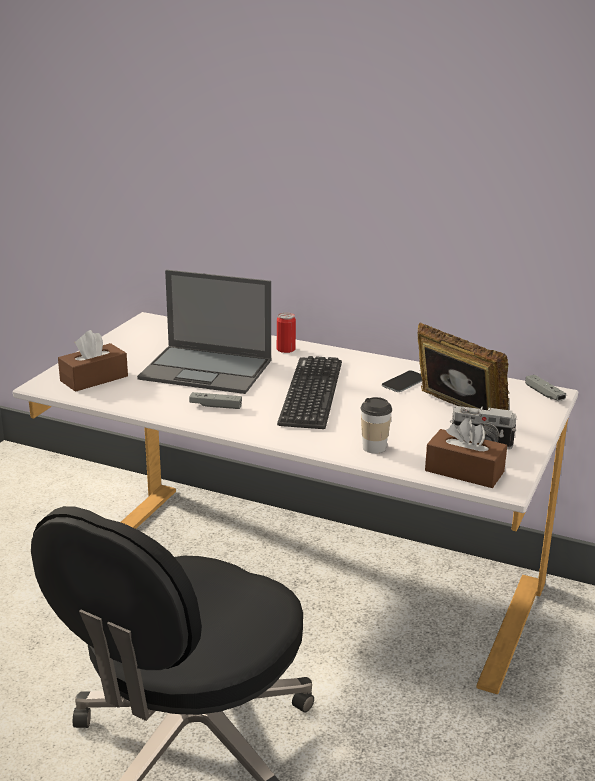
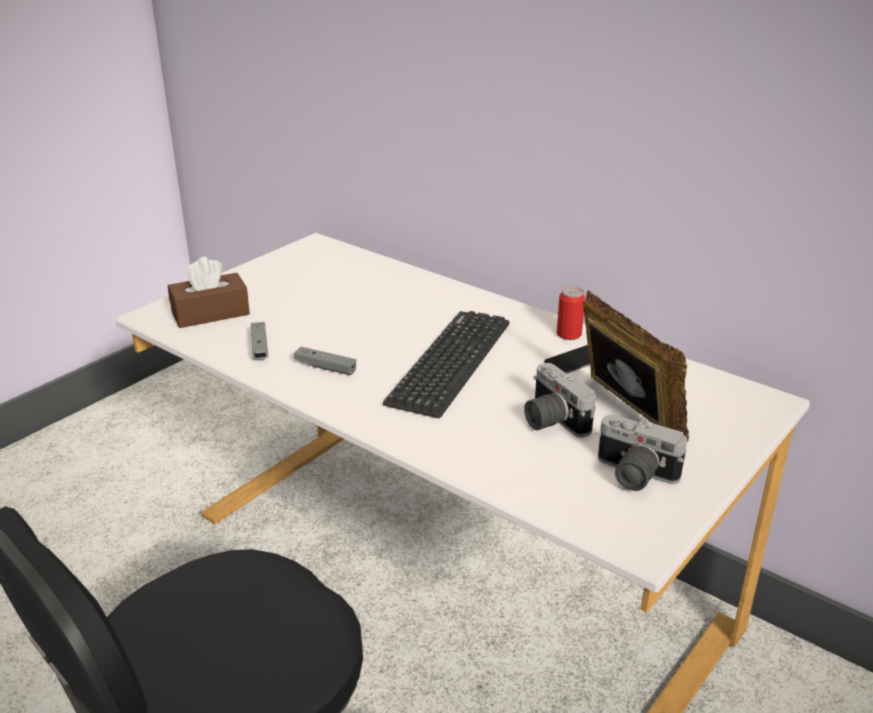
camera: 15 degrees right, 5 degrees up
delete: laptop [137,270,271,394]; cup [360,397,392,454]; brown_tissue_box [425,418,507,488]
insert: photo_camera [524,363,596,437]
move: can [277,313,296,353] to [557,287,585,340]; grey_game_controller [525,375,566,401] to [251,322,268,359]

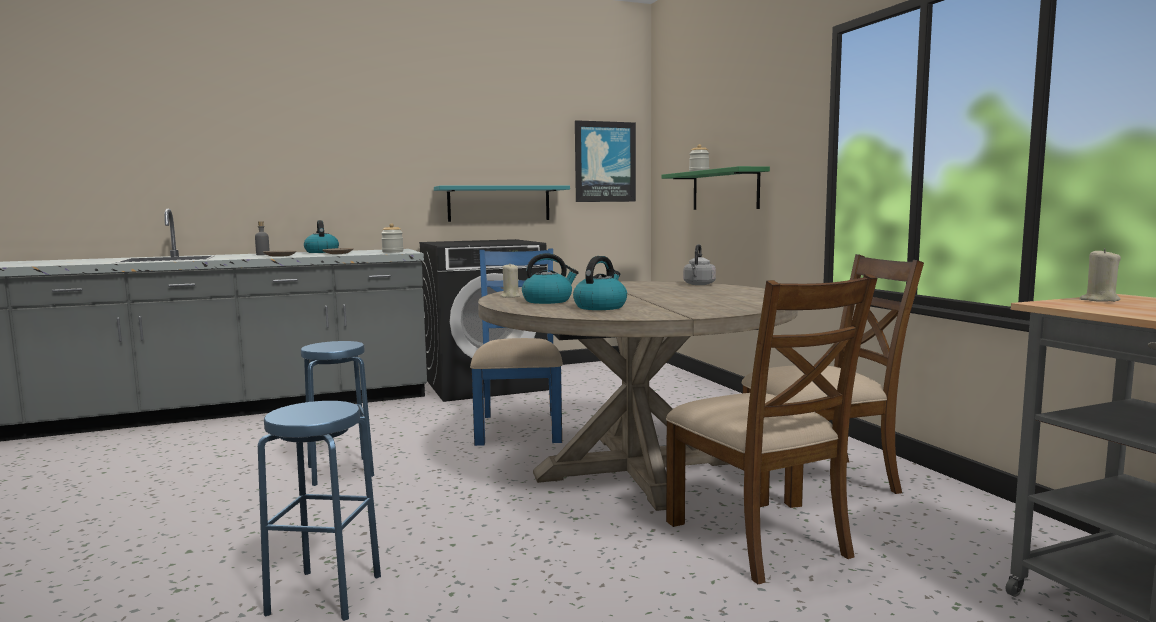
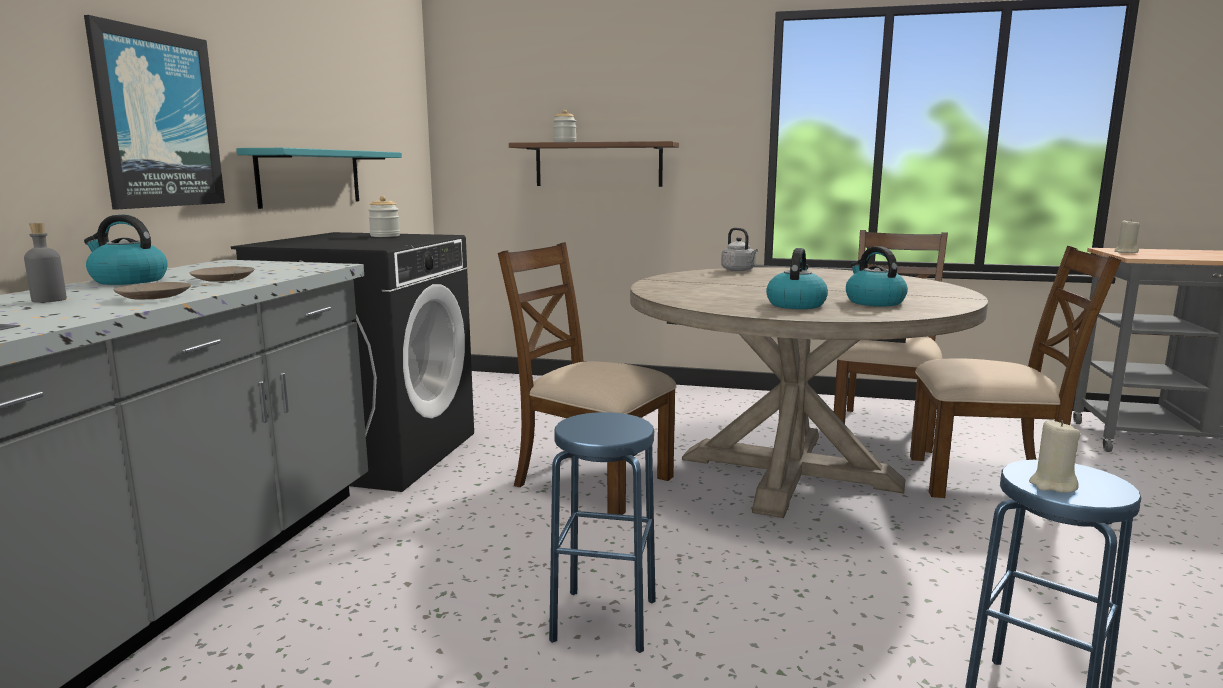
camera: 55 degrees left, 5 degrees up
move: jar [381,223,404,253] to [368,196,400,237]; beige_candle [501,264,520,298] to [1029,420,1081,493]; picture [575,120,636,202] to [84,15,225,209]
recolor: blue_chair [470,249,563,446] to brown_chair [498,242,677,515]; green_shelf [661,166,770,210] to brown_shelf [509,141,679,187]

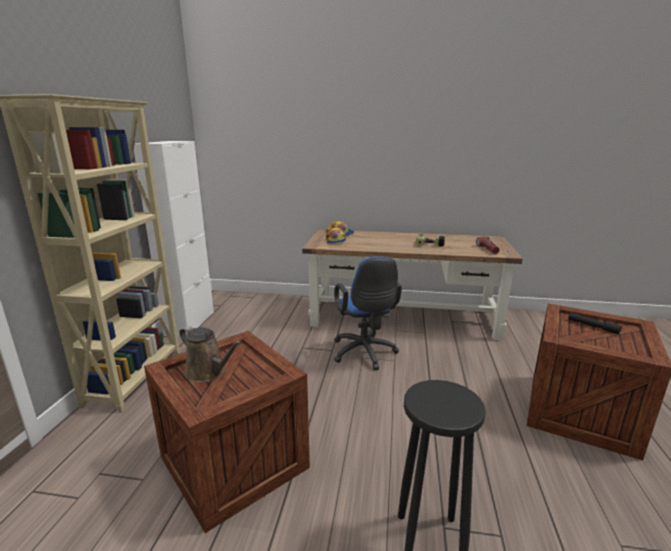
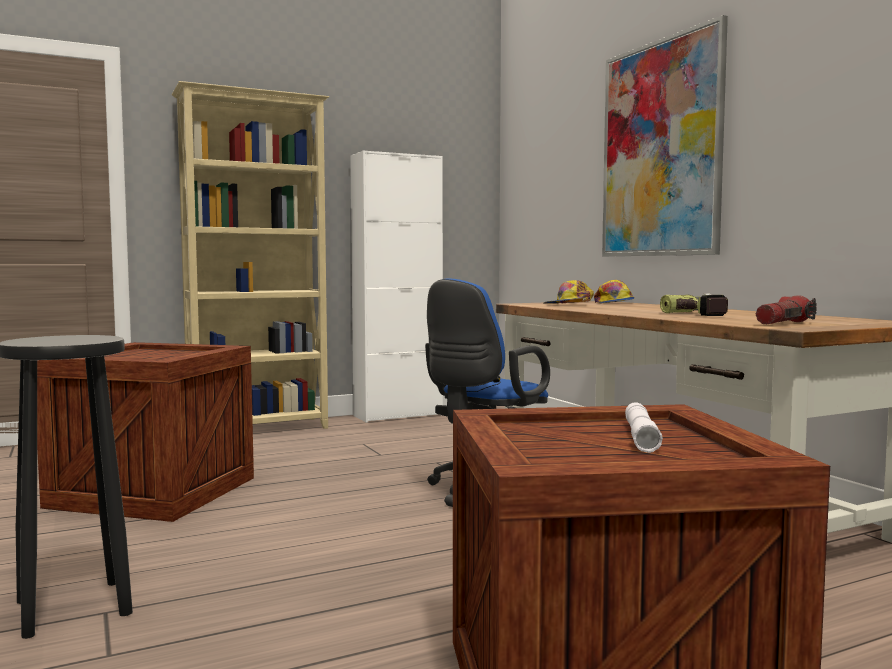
camera: 55 degrees right, 15 degrees down
delete: brown_watering_can [179,326,242,382]
insert: picture [602,15,728,257]
recolor: black_flashlight [568,313,622,335] to white_flashlight [625,402,663,453]

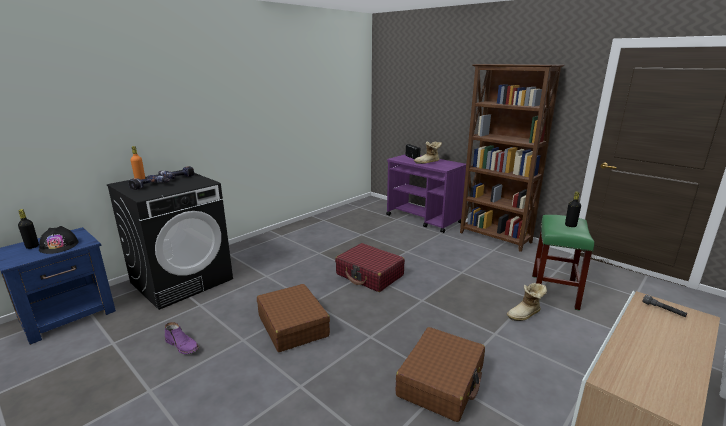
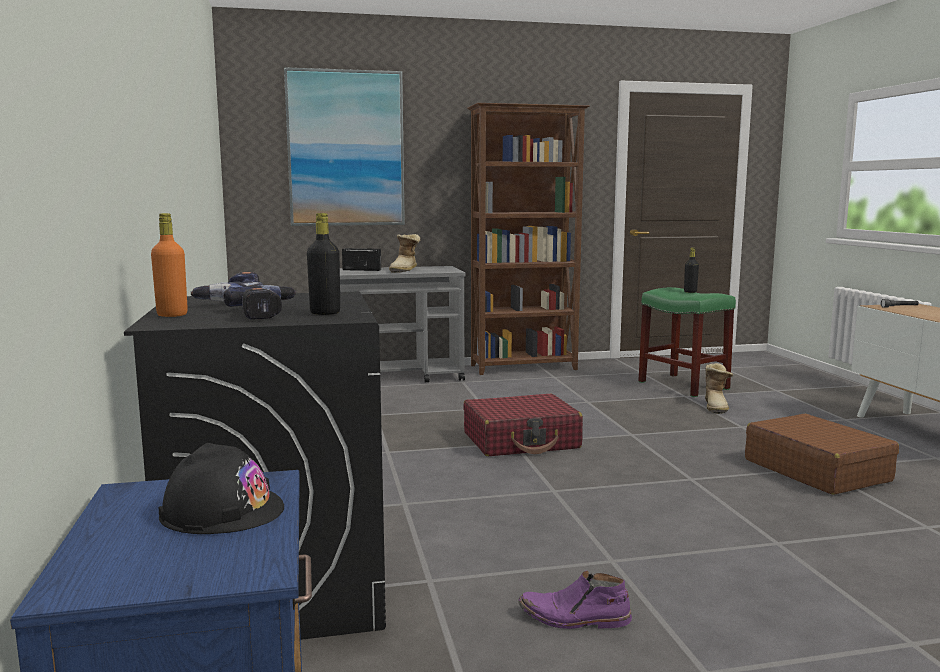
camera: 55 degrees left, 10 degrees down
delete: brown_suitcase [257,284,330,352]
insert: picture [284,67,405,226]
move: black_bottle [18,209,39,249] to [307,213,340,315]
recolor: purple_cart [386,154,466,233] to grey_cart [340,266,465,383]
rotate: purple_boot [165,322,199,354] = [518,571,632,629] 150 degrees counterclockwise

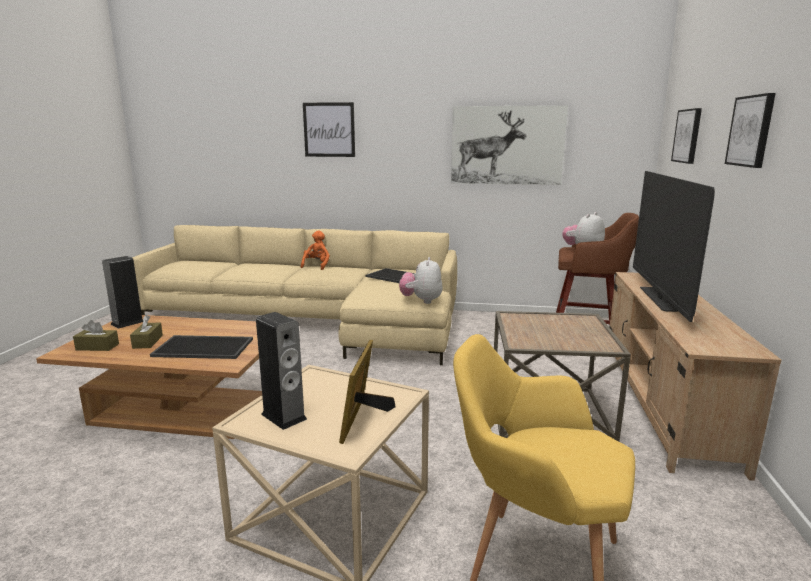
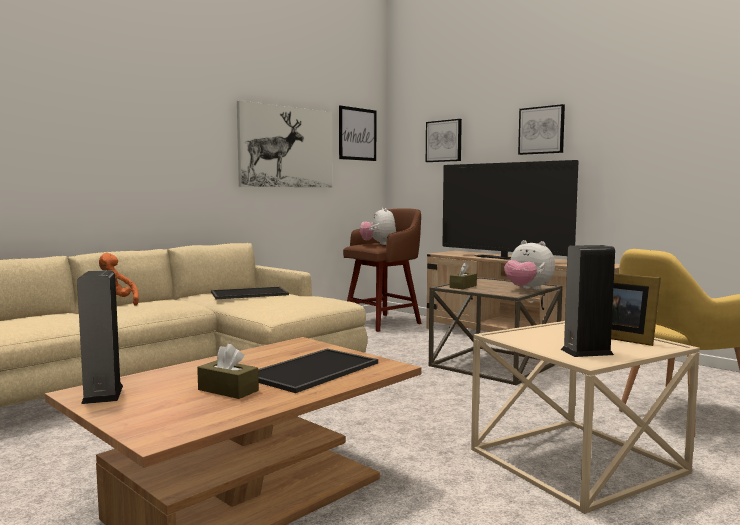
camera: 55 degrees left, 10 degrees down
move: brown_tissue_box [73,320,119,351] to [450,263,477,289]; picture [303,102,355,157] to [339,106,376,161]; plush_toy [399,257,443,304] to [504,240,555,290]

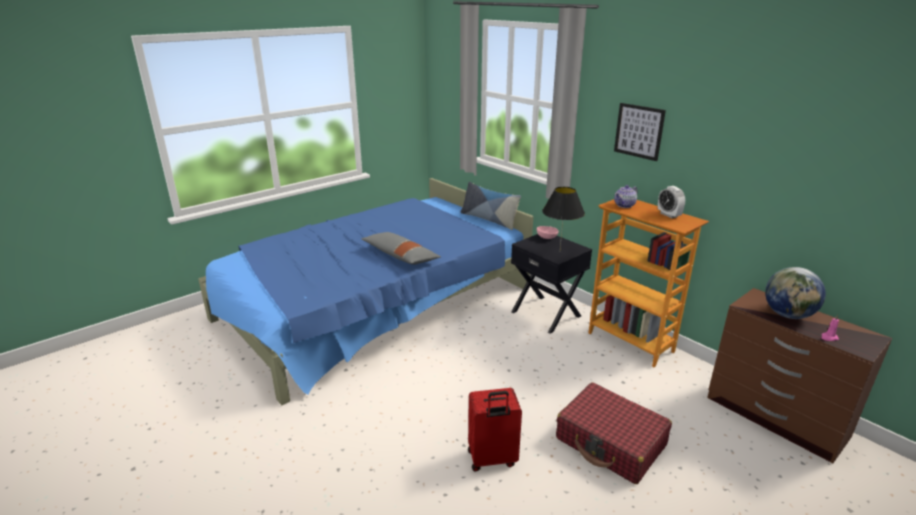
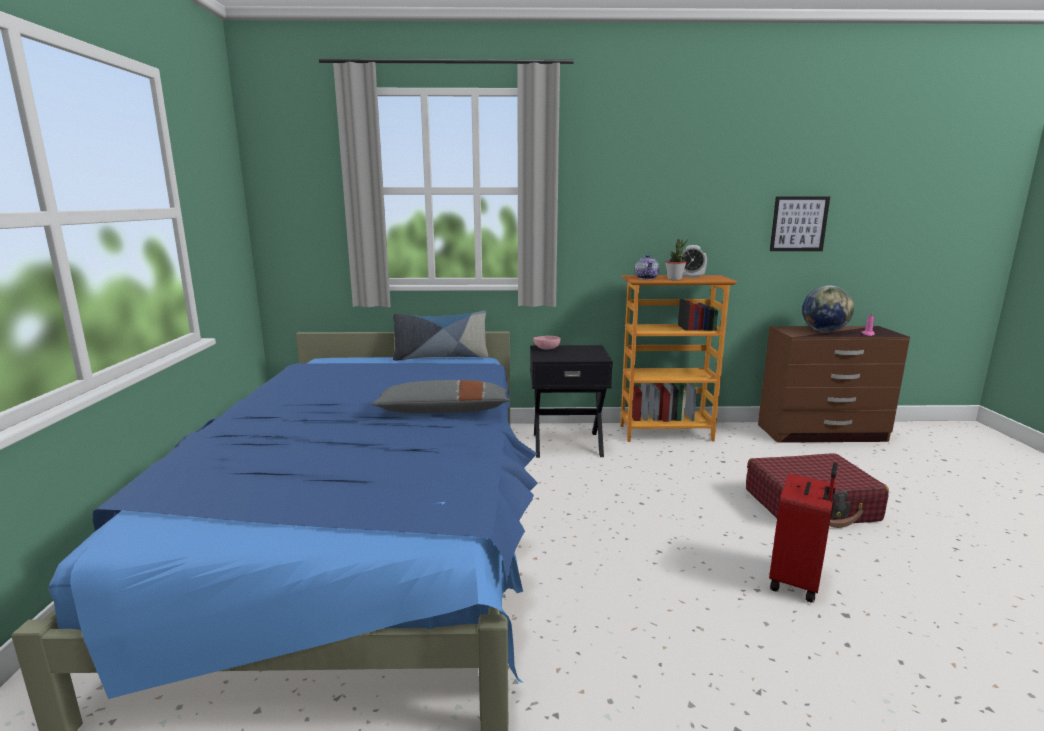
camera: 50 degrees left, 10 degrees down
delete: black_table_lamp [542,187,585,248]
insert: potted_plant [665,239,688,280]
move: picture [614,103,666,161] to [770,196,830,251]

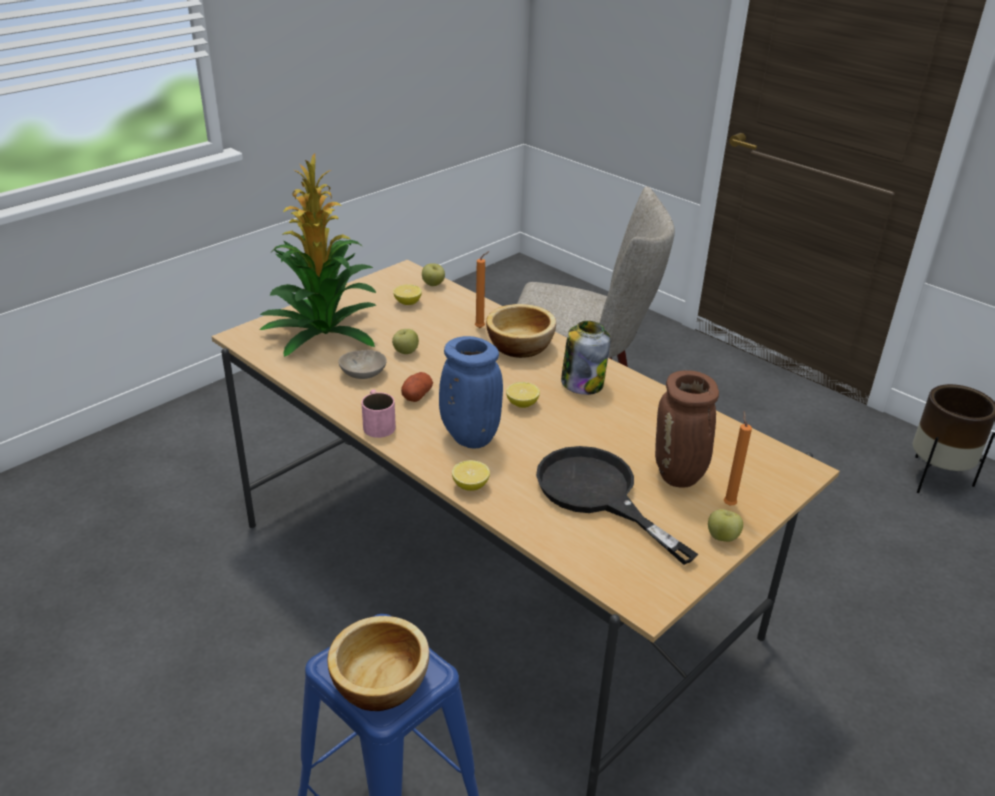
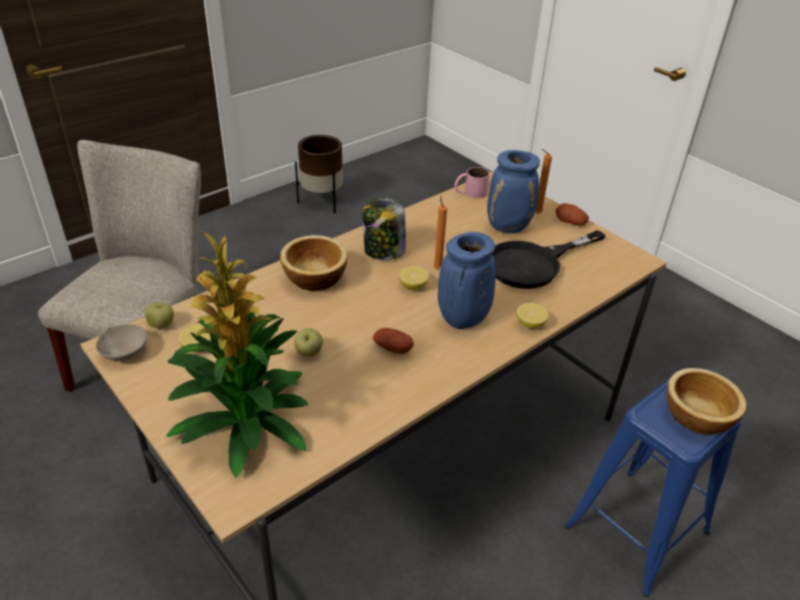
camera: 85 degrees left, 5 degrees up
move: beige_bowl [338,350,387,379] to [96,324,147,361]; pink_mug [361,390,396,438] to [454,167,490,198]; orange_candle [475,251,490,328] to [433,196,447,269]
replace: apple [708,509,743,542] to potato [556,203,589,226]
recolor: brown_vase [655,370,719,488] to blue_vase [487,150,540,233]

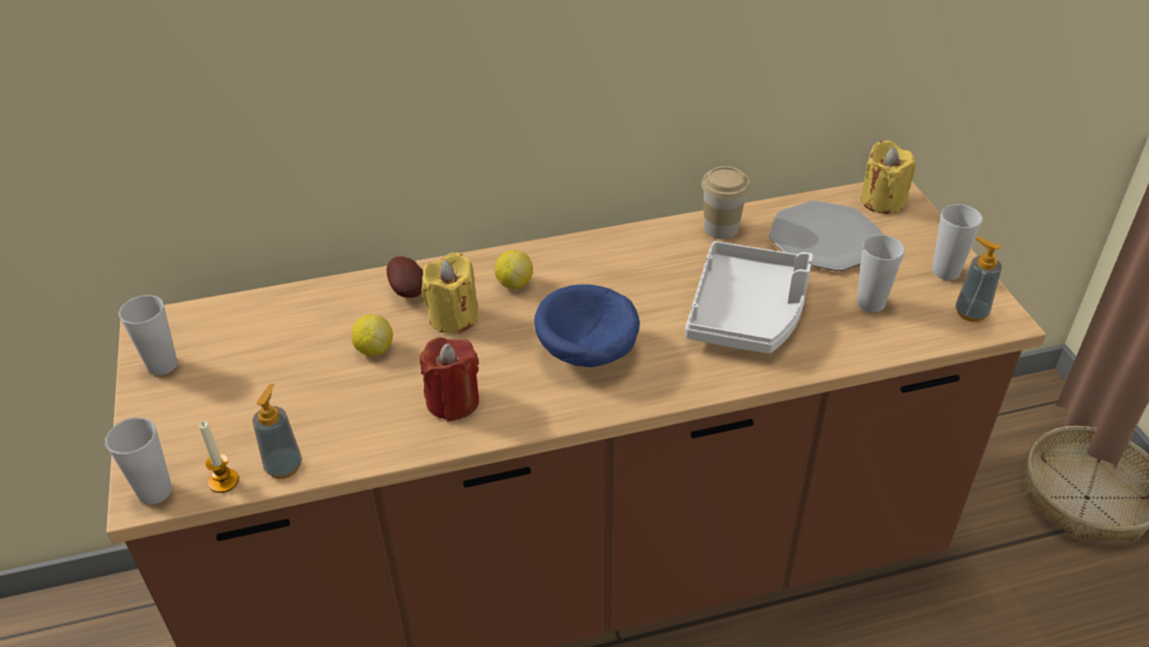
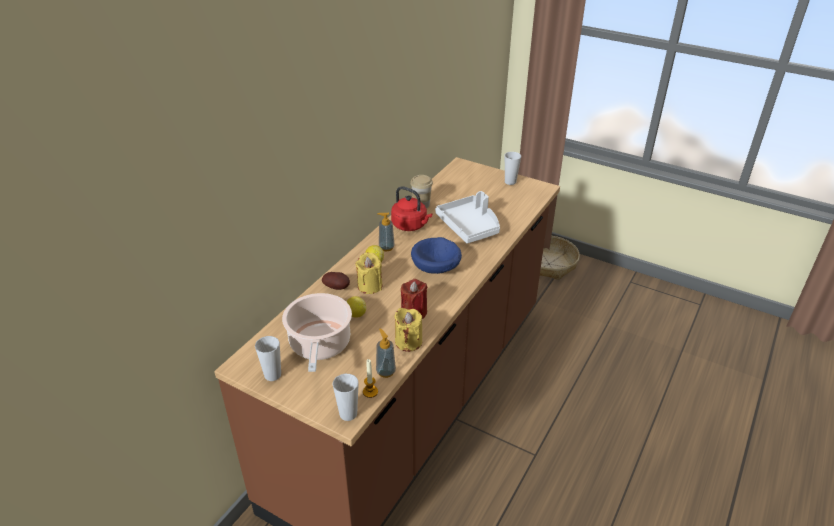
camera: 45 degrees left, 5 degrees down
delete: plate [769,201,882,271]; cup [857,234,905,312]
insert: cooking_pot [282,293,352,372]; red_kettle [391,186,432,231]
move: yellow_candle [861,140,916,214] to [394,308,422,352]; soap_dispenser [956,237,1002,322] to [377,213,395,251]

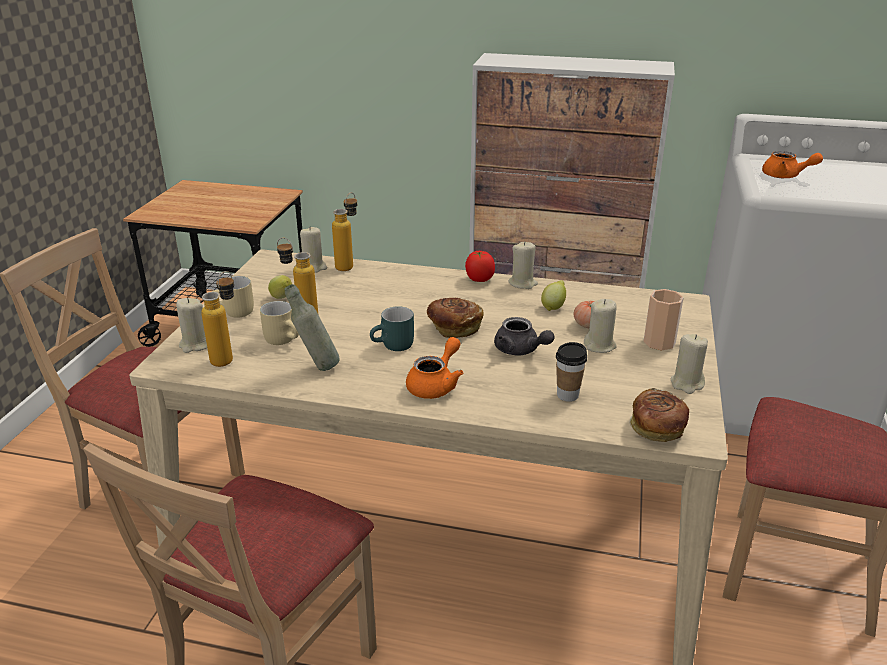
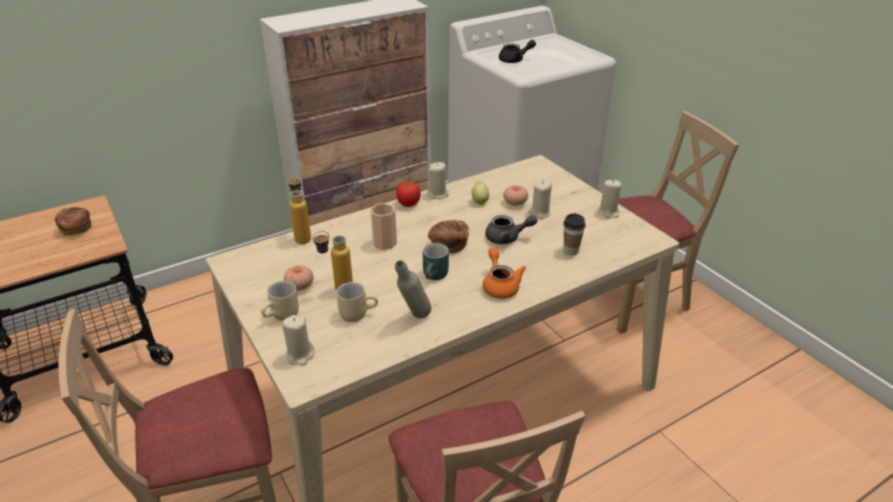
camera: 45 degrees left, 5 degrees up
delete: bottle [201,271,234,367]; beige_candle [300,227,327,273]
move: bread [629,388,689,442] to [55,207,92,236]; cup [644,289,684,350] to [370,203,397,250]
replace: lemon [268,275,292,299] to tomato [284,265,313,291]
recolor: orange_teapot [762,151,823,178] to black_teapot [499,40,536,63]

